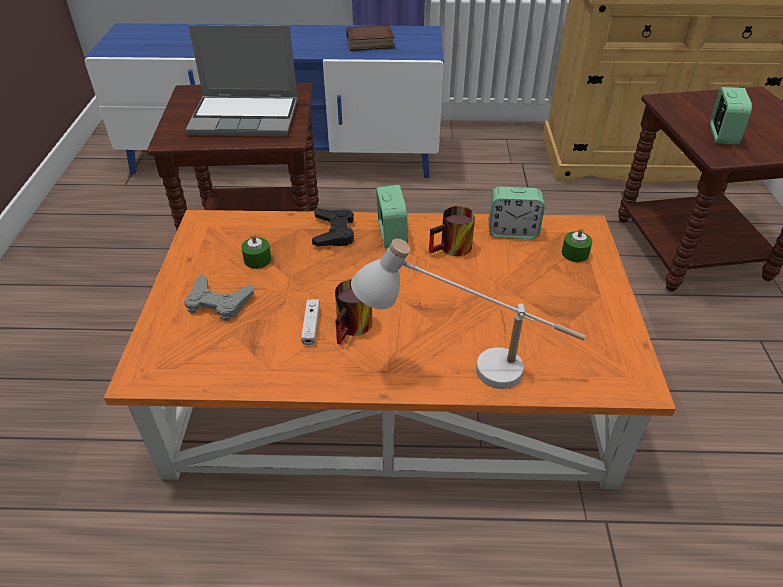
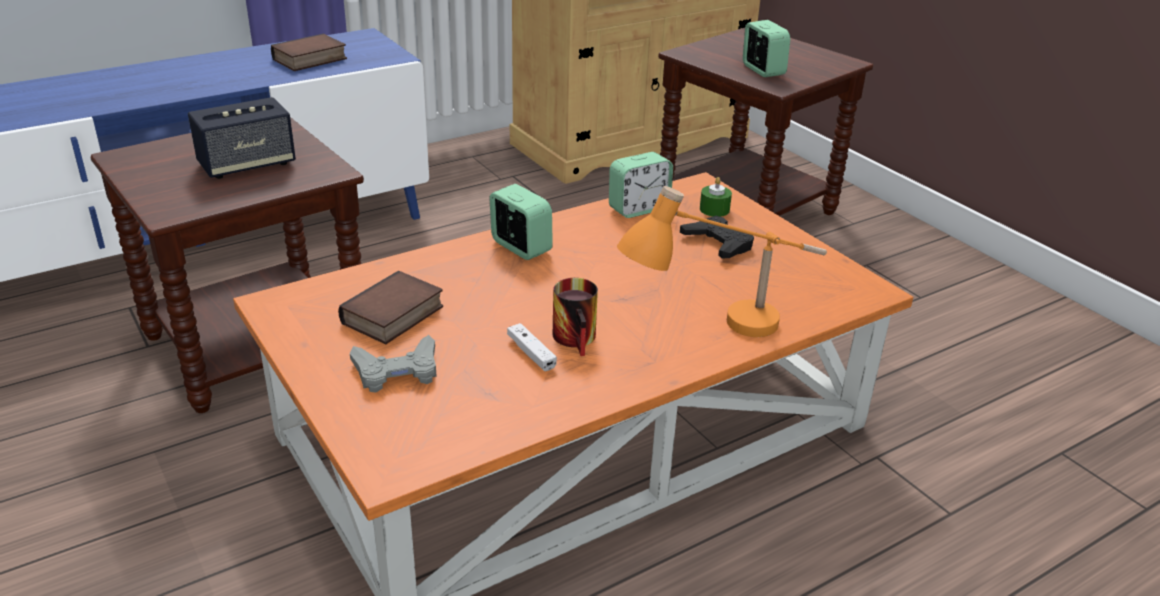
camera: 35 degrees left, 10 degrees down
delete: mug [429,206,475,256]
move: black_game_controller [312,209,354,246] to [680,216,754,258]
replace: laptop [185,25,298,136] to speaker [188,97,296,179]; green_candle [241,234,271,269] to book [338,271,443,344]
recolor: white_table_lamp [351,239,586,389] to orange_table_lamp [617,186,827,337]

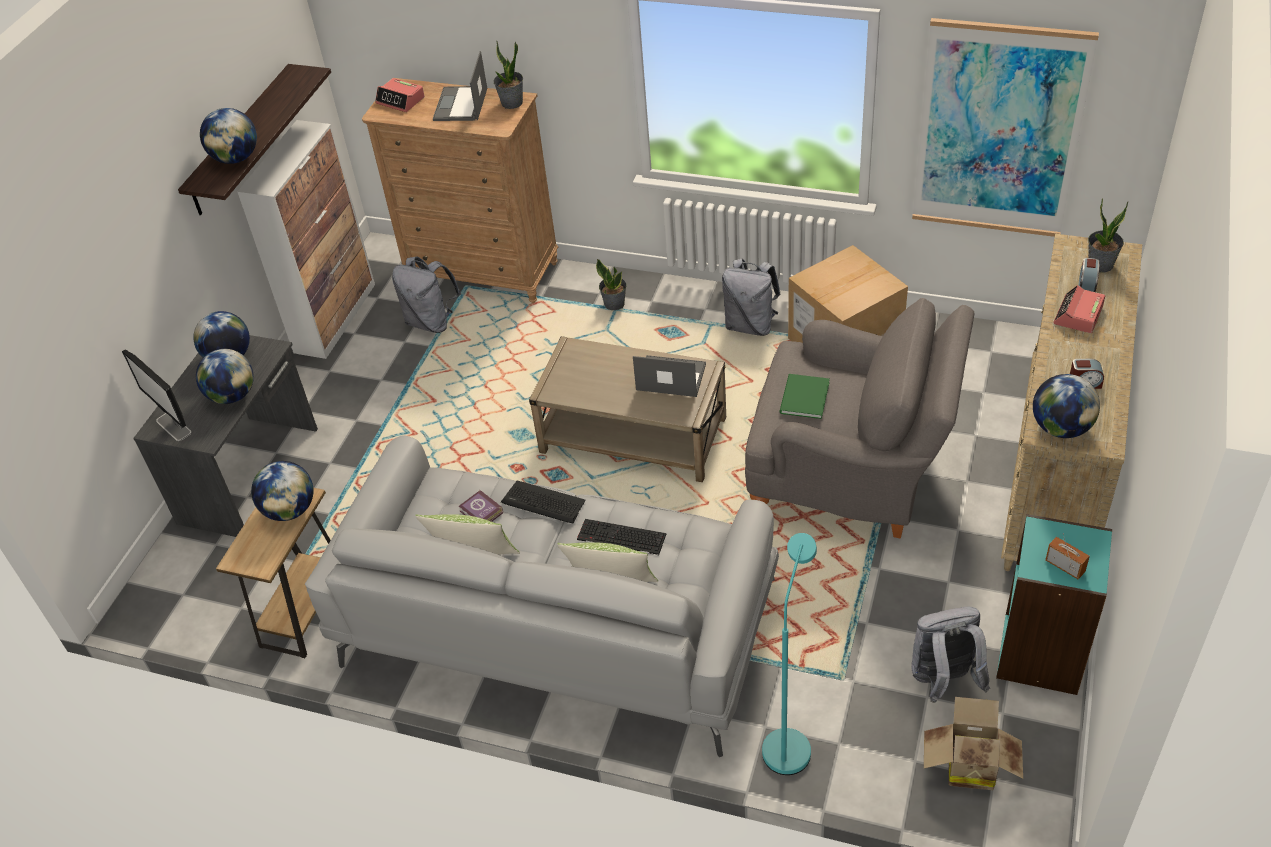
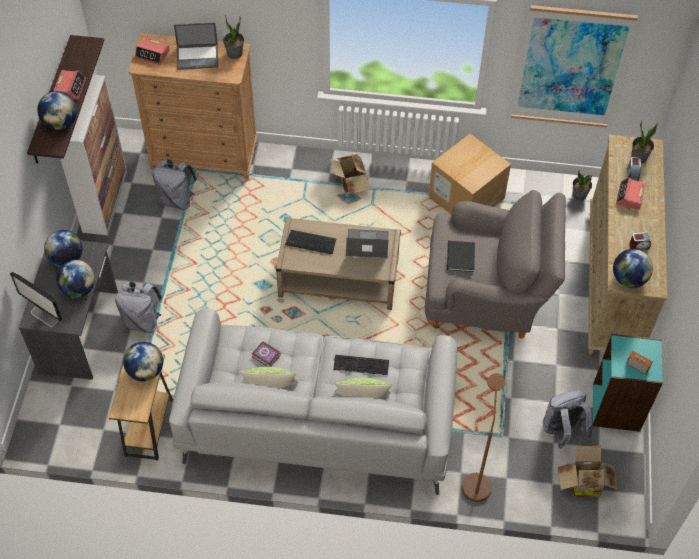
camera: 15 degrees left, 10 degrees up
insert: alarm_clock [53,70,86,100]; cardboard_box [330,154,370,194]
move: keyboard [501,480,586,523] to [285,230,336,254]; potted_plant [596,259,626,310] to [572,171,592,201]; grey_backpack [722,259,780,336] to [115,281,162,333]
recolor: turquoise_floor_lamp [762,533,817,775] to brown_floor_lamp [462,373,505,502]; green_book [780,374,830,419] to black_book [447,241,475,272]
rotate: laptop [433,51,487,121] = [174,23,218,70] 90 degrees counterclockwise

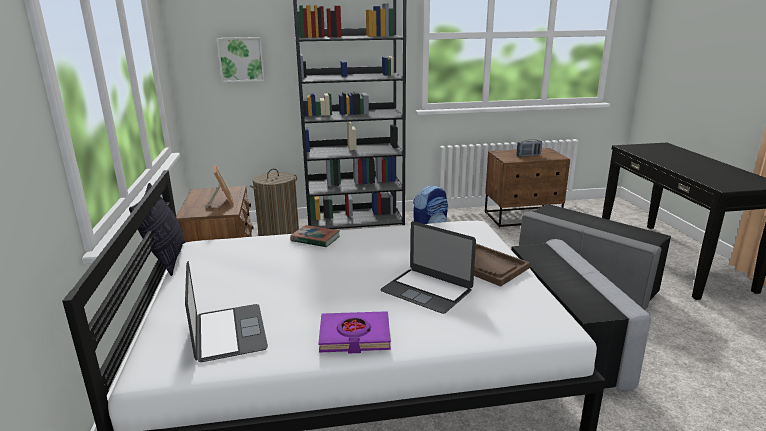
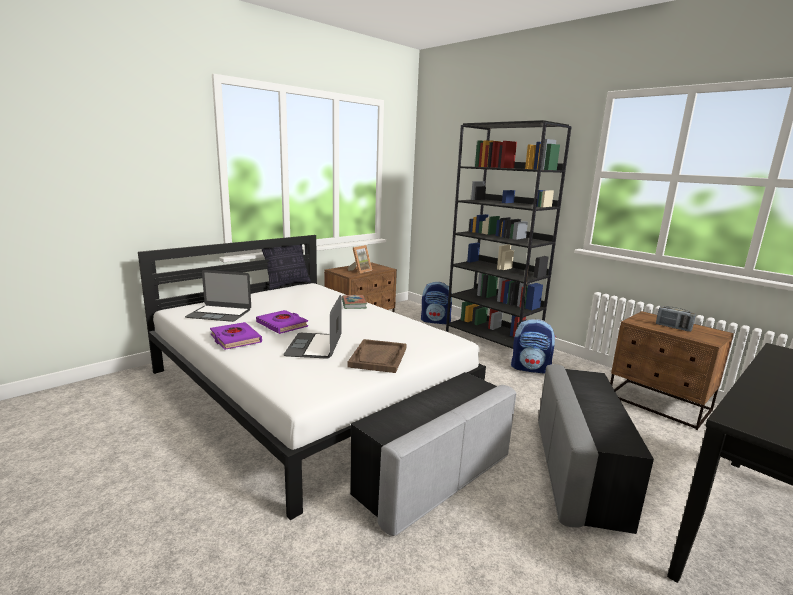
camera: 55 degrees right, 5 degrees down
delete: picture [217,37,265,82]
insert: purple_book [256,310,308,334]
replace: laundry_basket [250,169,299,236] to backpack [421,282,453,324]
rotate: laptop [185,261,268,362] = [185,270,251,322] 60 degrees clockwise

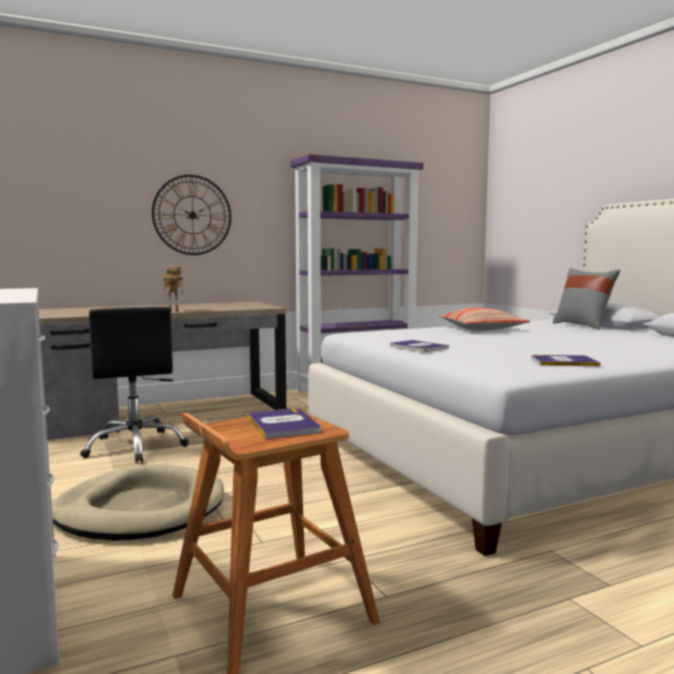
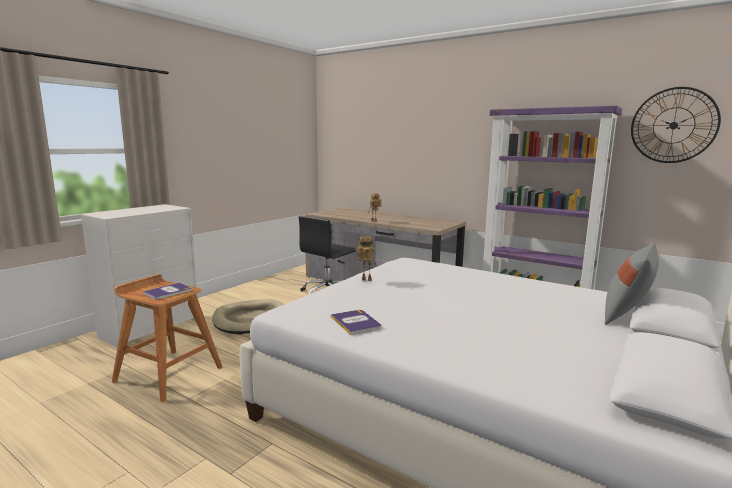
camera: 60 degrees right, 5 degrees up
delete: pillow [438,307,530,331]
move: wall_clock [152,175,231,255] to [631,87,721,163]
replace: book [390,340,449,352] to toy_robot [357,236,377,281]

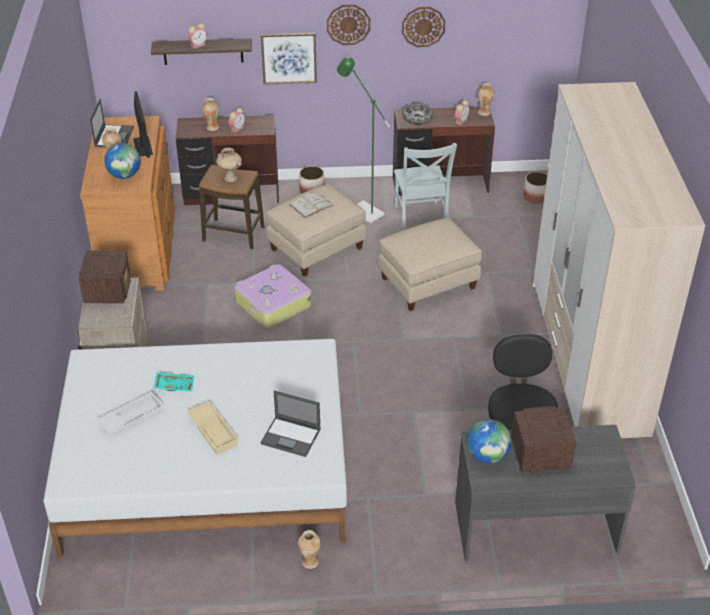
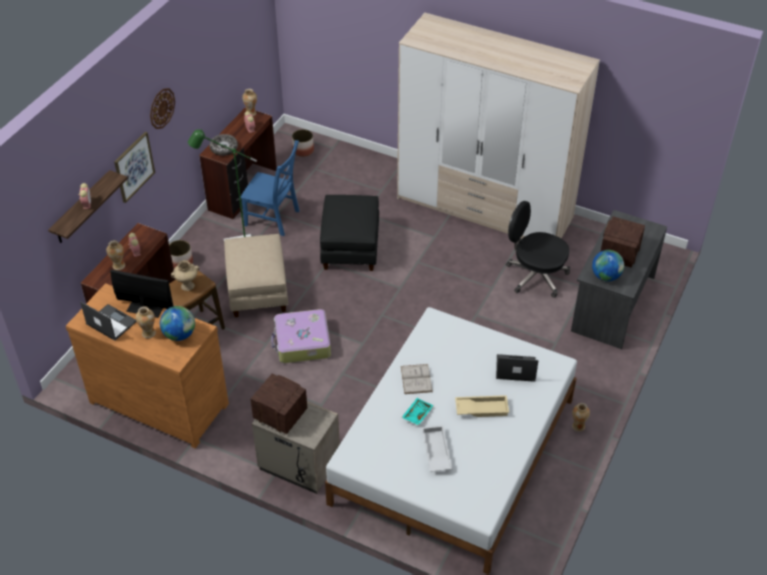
camera: 60 degrees left, 5 degrees up
delete: wall_clock [402,7,446,47]
move: white_book [289,192,334,218] to [401,364,433,394]
recolor: beige_ottoman [378,218,482,311] to black_ottoman [320,195,379,271]; grey_chair [394,143,457,231] to blue_chair [241,140,300,236]
rotate: laptop [260,391,321,457] = [496,354,539,382] 135 degrees counterclockwise

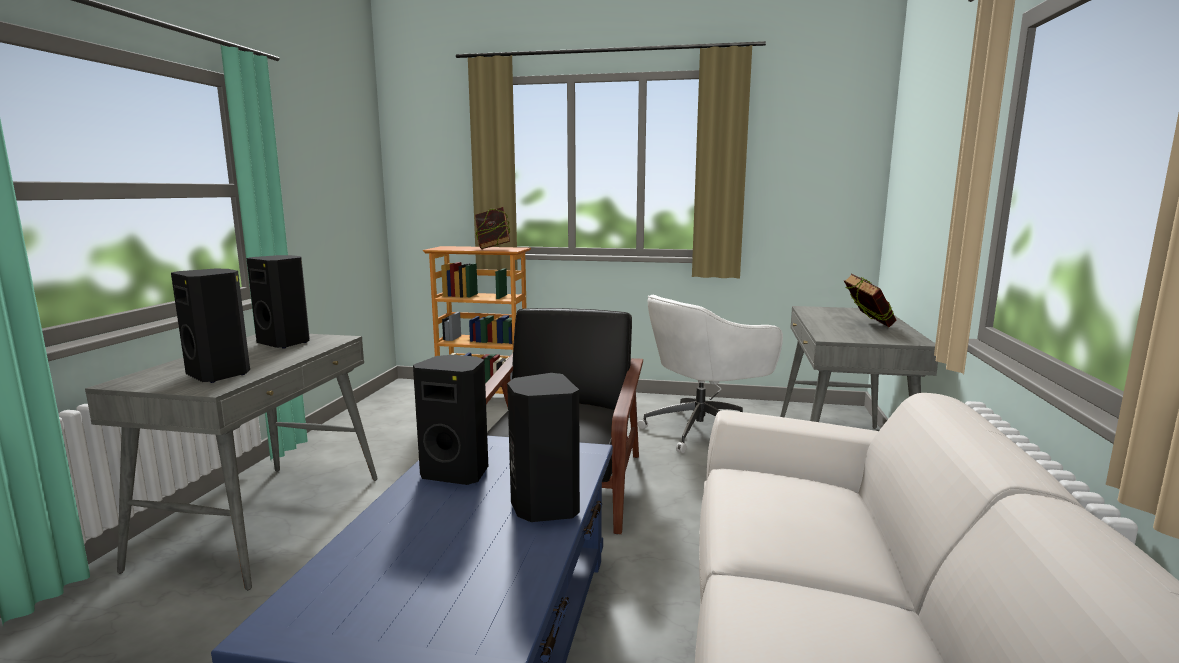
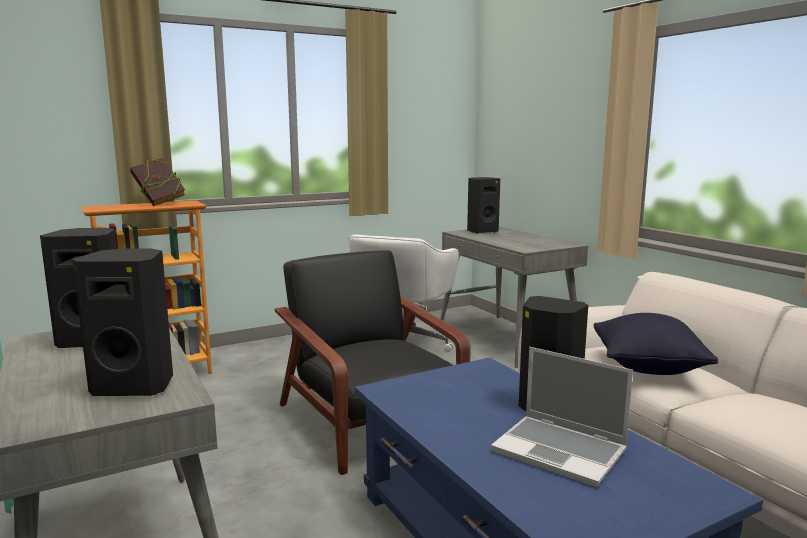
camera: 40 degrees left, 0 degrees up
delete: book [844,274,896,327]
insert: laptop [491,347,633,487]; black_pillow [594,313,718,375]
move: black_speaker [413,355,488,485] to [467,177,500,234]

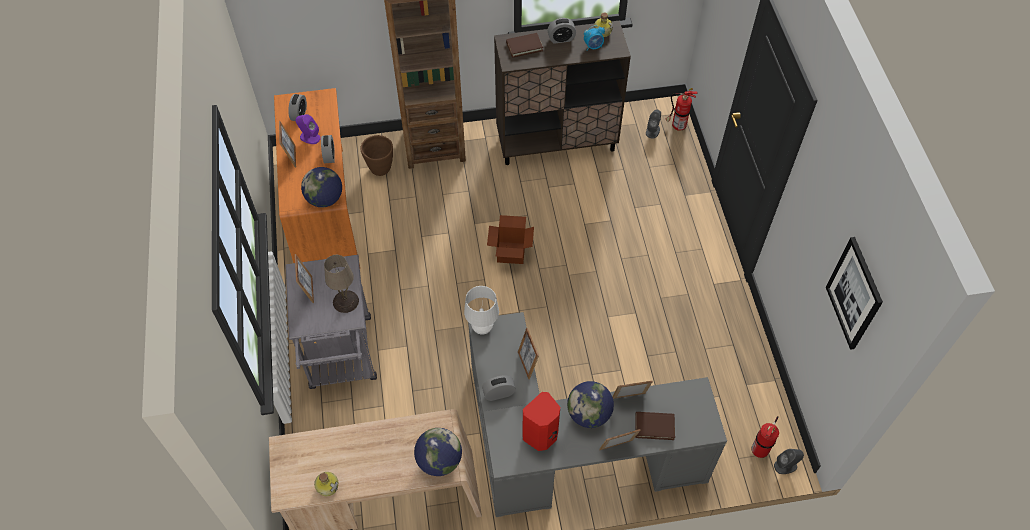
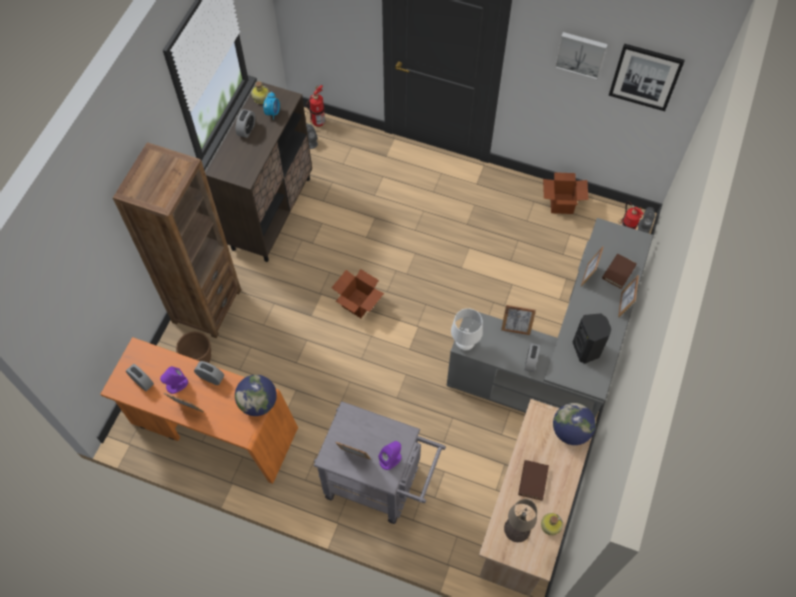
camera: 60 degrees left, 5 degrees up
delete: globe [567,381,614,428]
insert: purple_speaker [378,441,402,470]; cardboard_box [543,172,589,214]; picture [555,32,608,80]
move: beige_table_lamp [324,255,359,313] to [504,499,537,542]; brown_book [506,33,543,58] to [518,460,549,501]
recolor: red_speaker [522,392,560,451] to black_speaker [573,313,611,364]

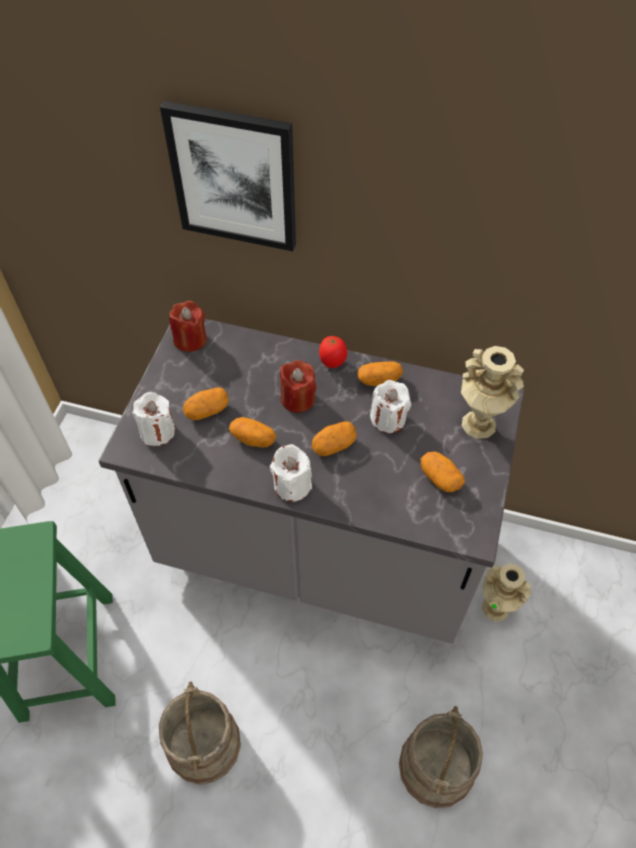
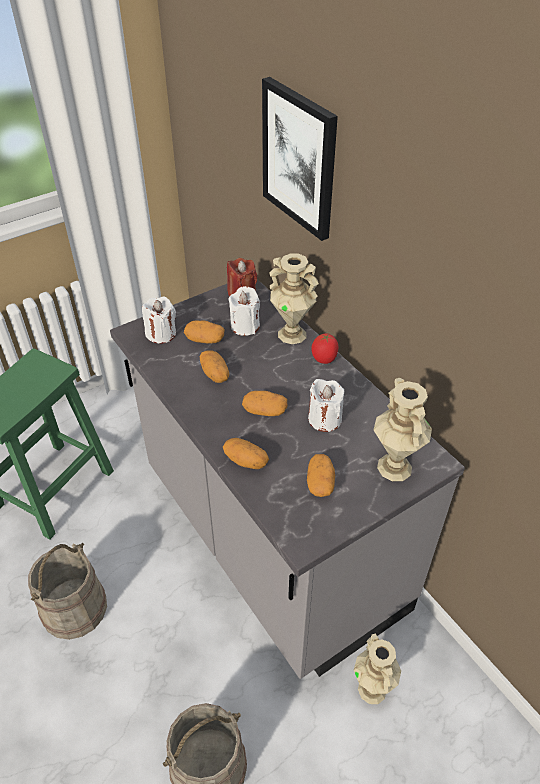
camera: 40 degrees right, 10 degrees down
delete: red_candle [280,360,317,413]
insert: beige_vase [269,253,319,344]
move: white_candle [270,444,312,502] to [228,286,260,336]; potato [357,362,403,386] to [223,438,269,469]

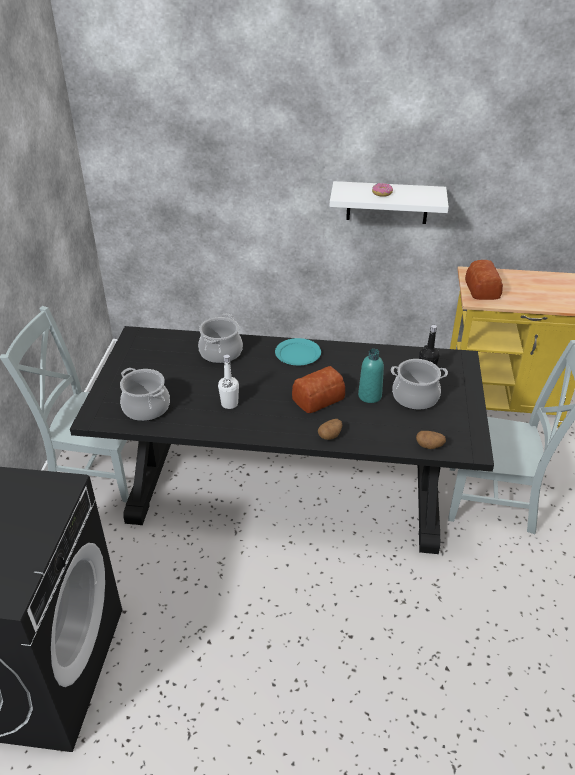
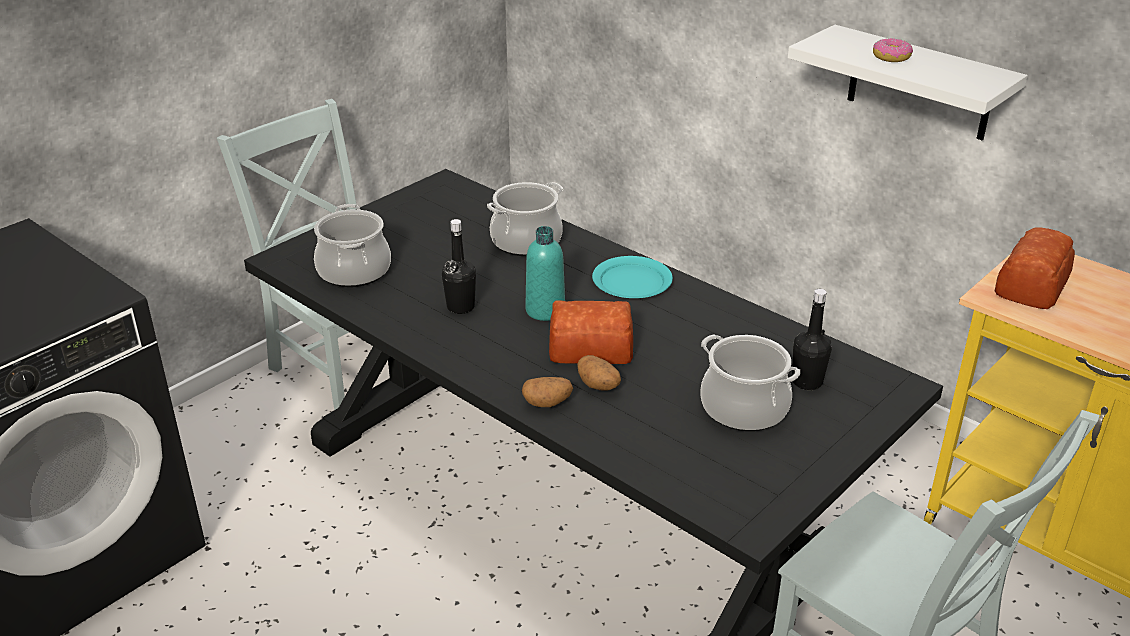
camera: 35 degrees right, 5 degrees down
move: turquoise_bottle [358,349,384,403] to [526,226,565,321]; potato [416,431,446,449] to [577,355,621,391]
recolor: white_bottle [218,355,239,409] to black_bottle [442,219,476,314]

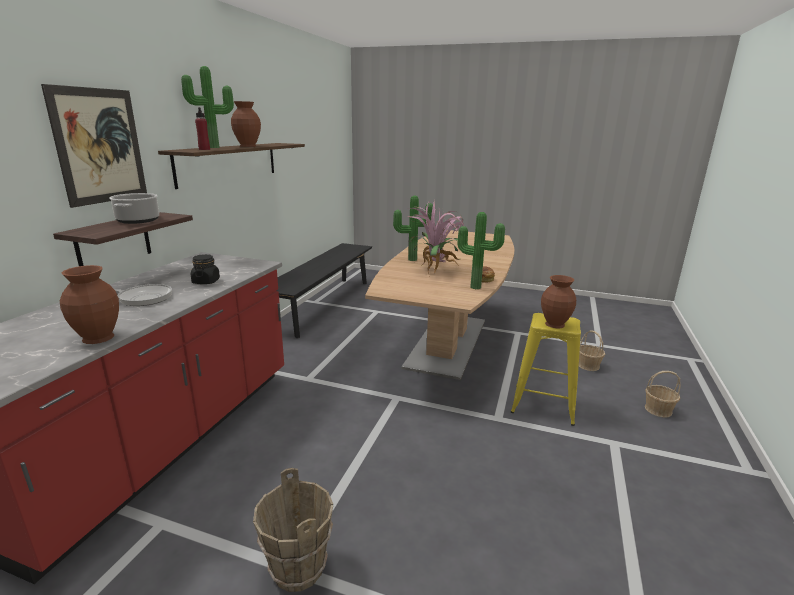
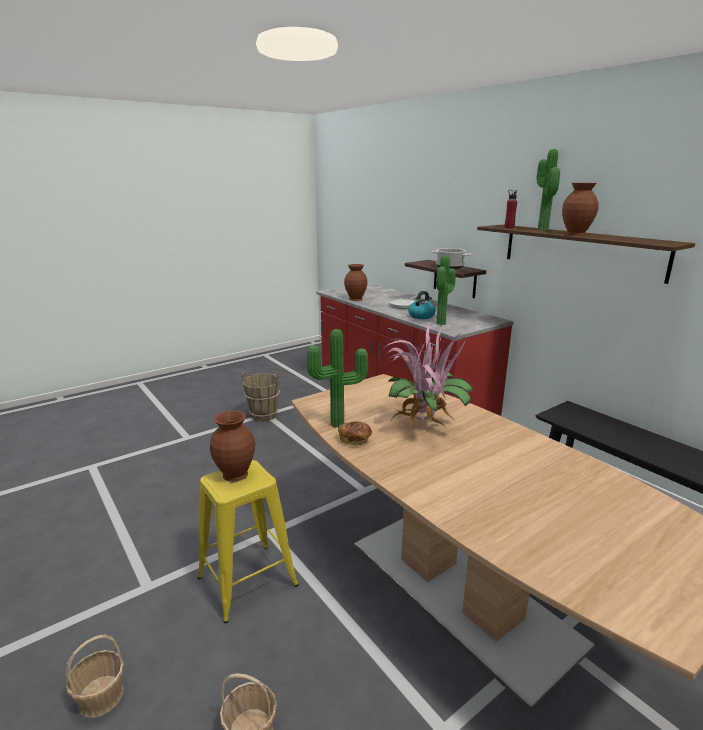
camera: 125 degrees right, 0 degrees up
delete: picture [41,84,147,208]
move: potted_plant [393,196,433,261] to [436,255,456,325]
replace: black_jar [191,254,220,284] to kettle [408,291,436,319]

